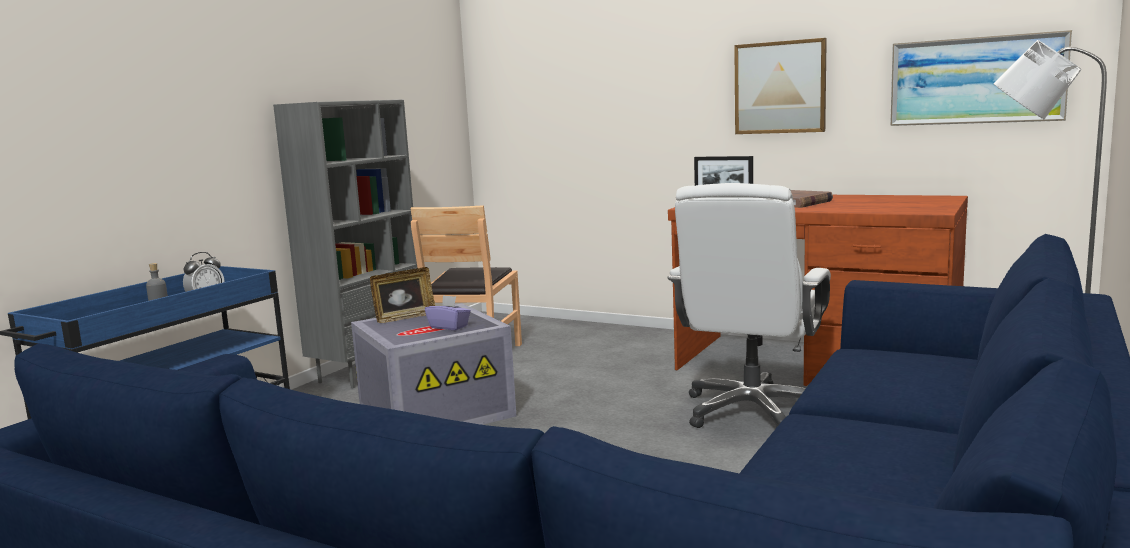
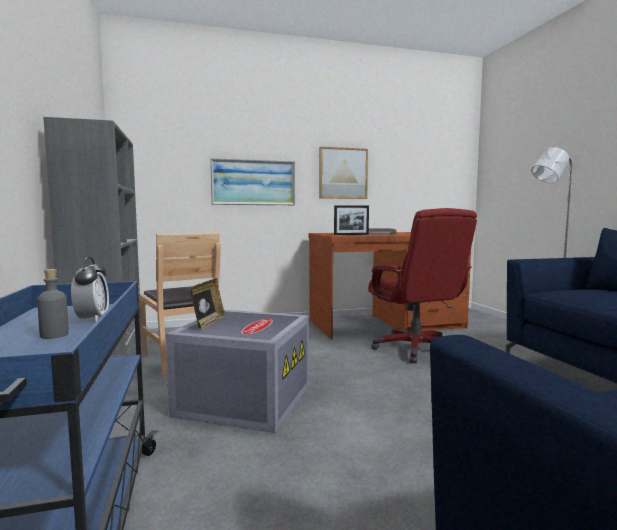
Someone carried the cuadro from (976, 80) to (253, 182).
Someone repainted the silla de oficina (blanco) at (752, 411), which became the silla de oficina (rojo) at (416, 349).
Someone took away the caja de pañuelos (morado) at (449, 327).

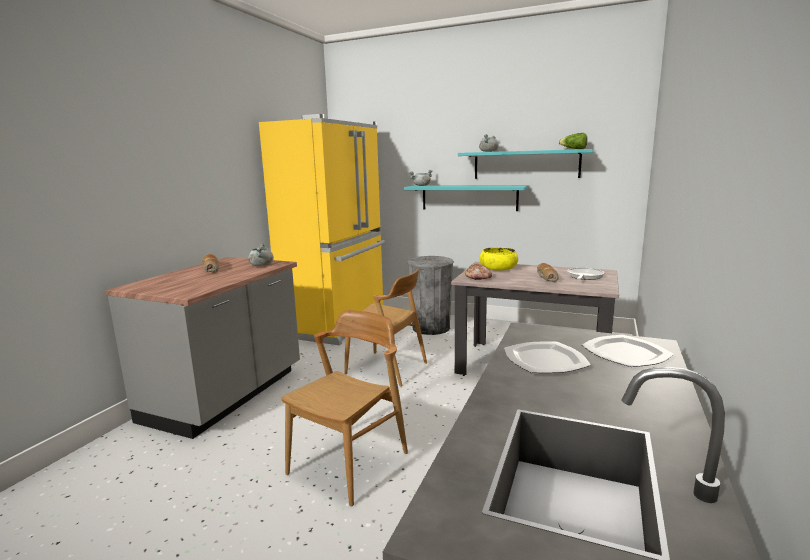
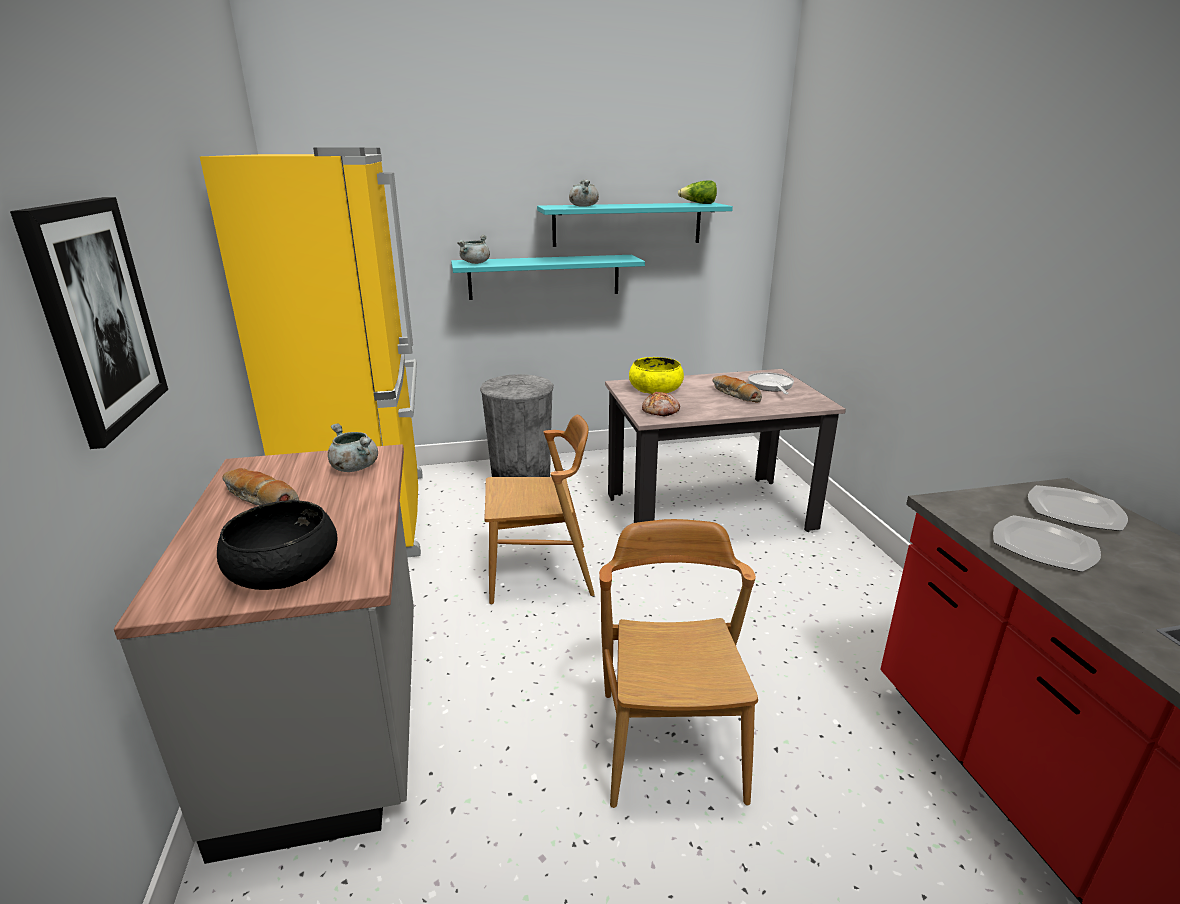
Someone put up the cuadro at (96, 316).
Someone put down the cuenco (negro) at (284, 568).

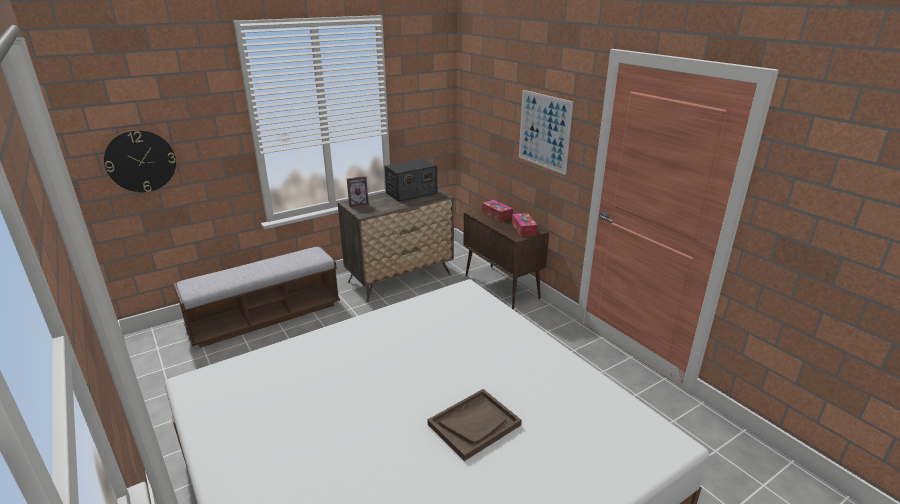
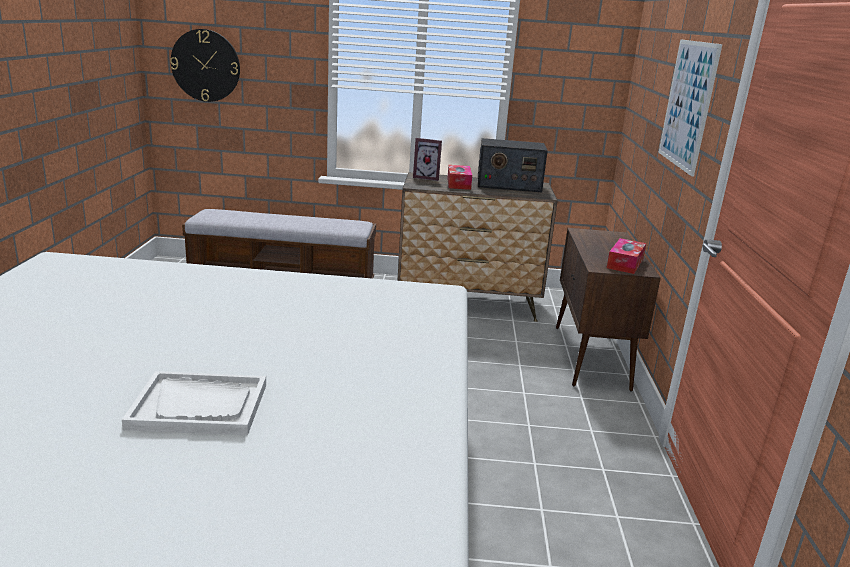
Someone carried the caja de pañuelos from (497, 215) to (458, 183).
Someone repainted the bandeja (marrón) at (474, 424), which became the bandeja (blanco) at (199, 406).

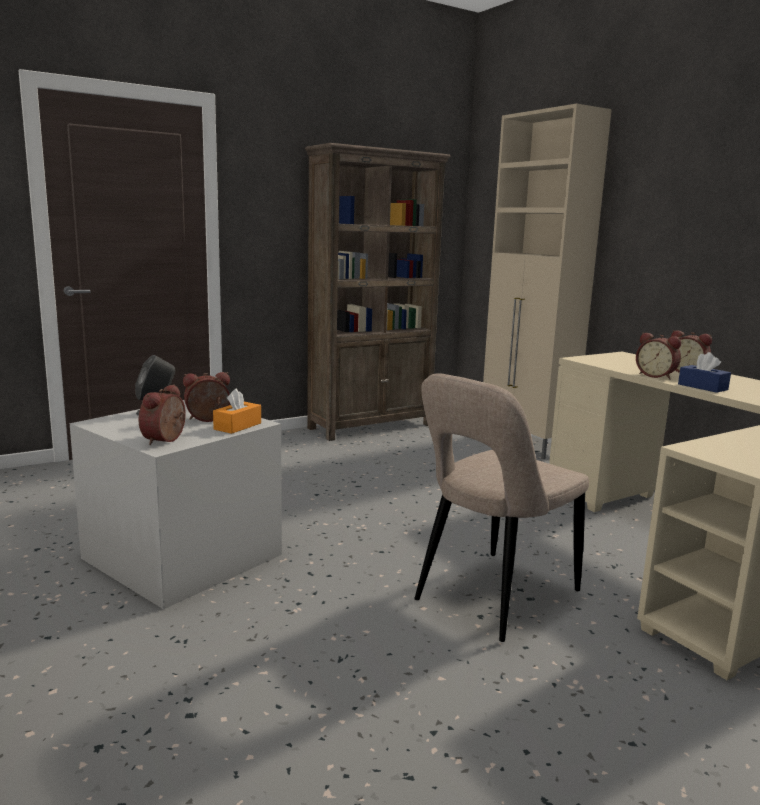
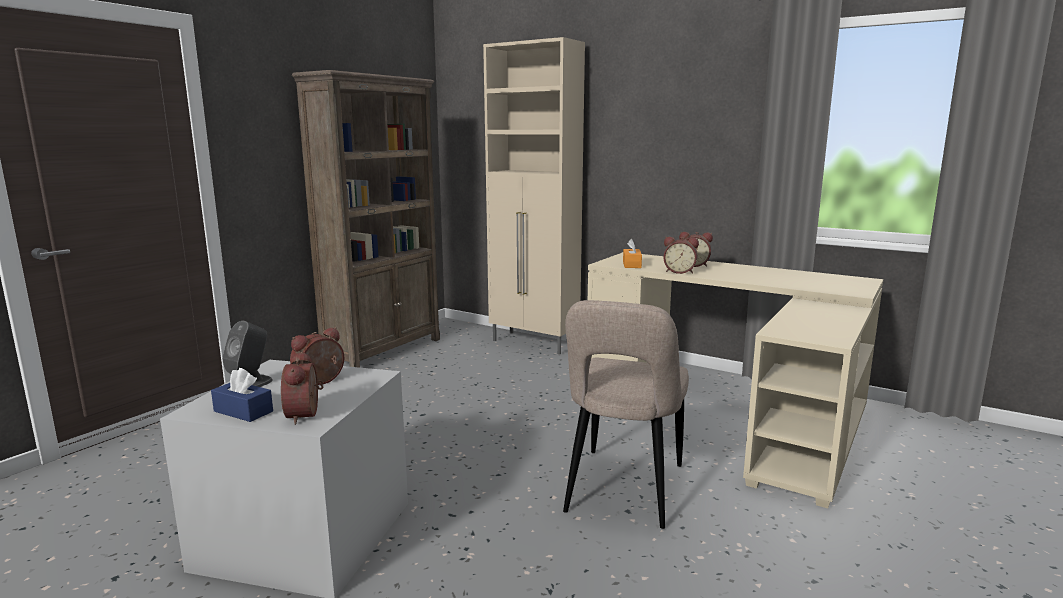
Someone carried the caja de pañuelos (azul) from (702, 387) to (243, 411).
Someone carried the caja de pañuelos (naranja) from (237, 426) to (632, 265).

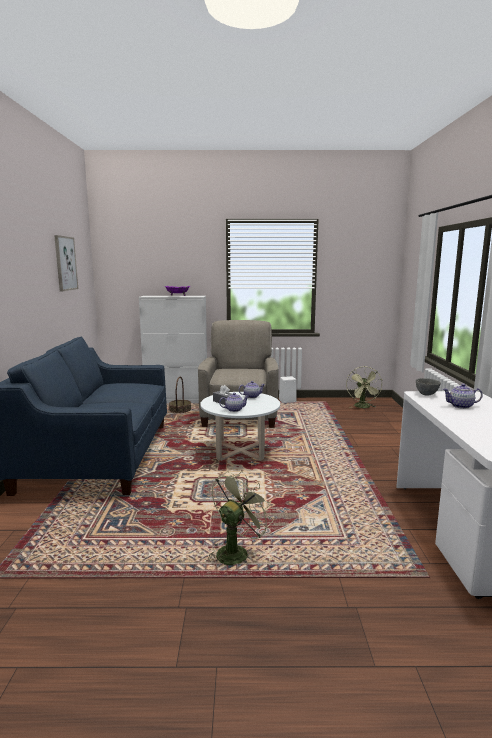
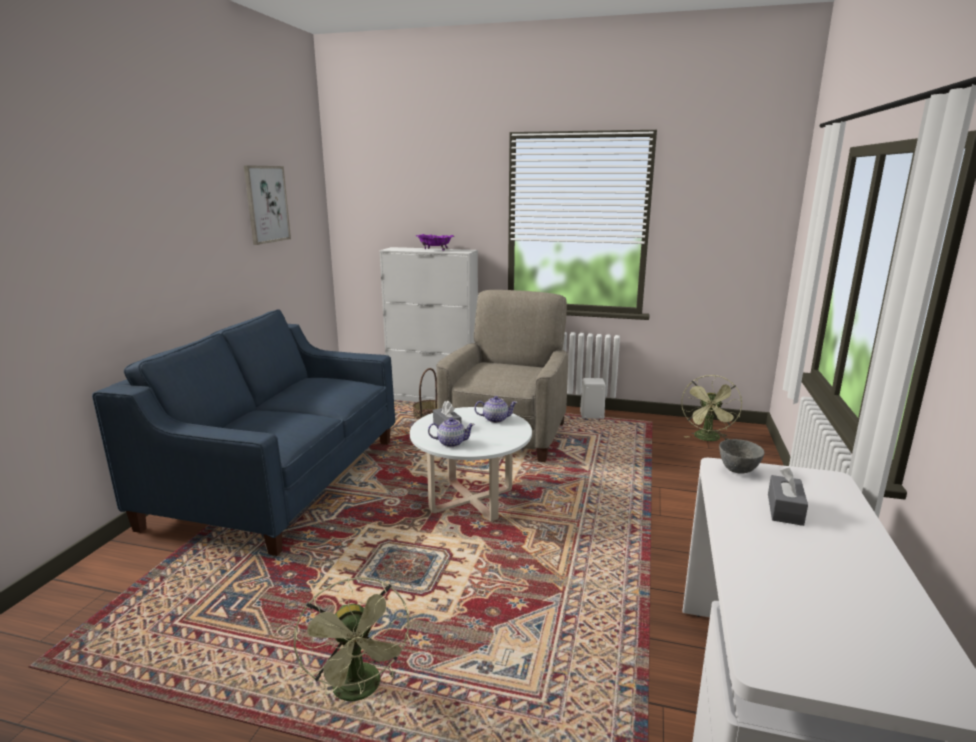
Someone swapped the tetera at (461, 406) for the caja de pañuelos (gris) at (785, 509).
Someone rotated the ventilador (verde) at (236, 551) by 105 degrees clockwise.

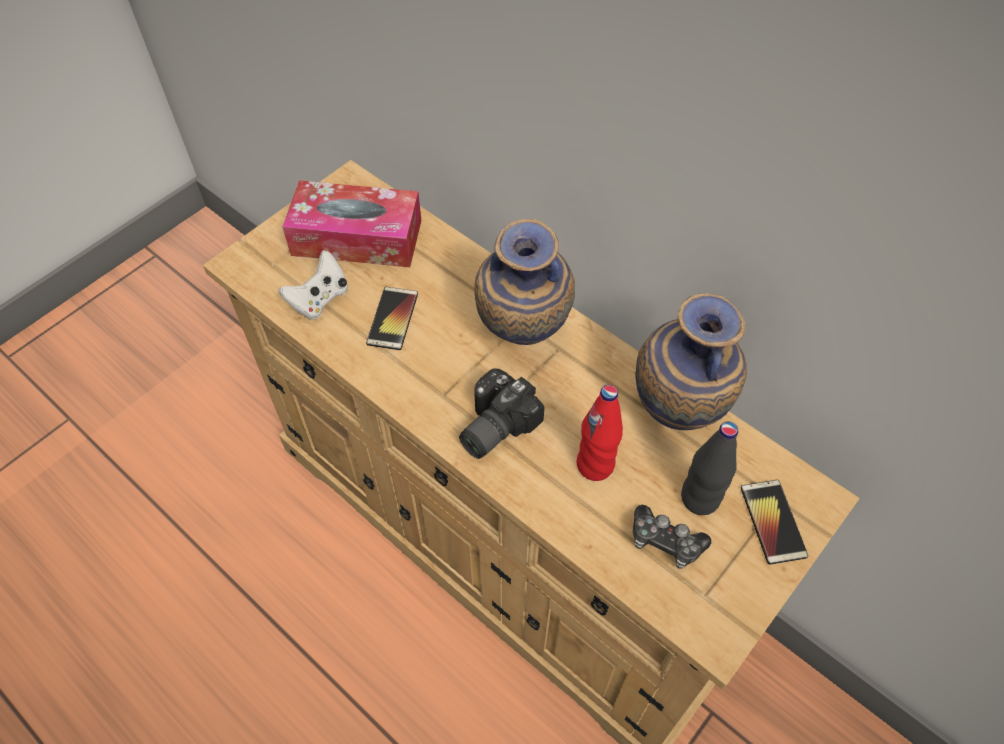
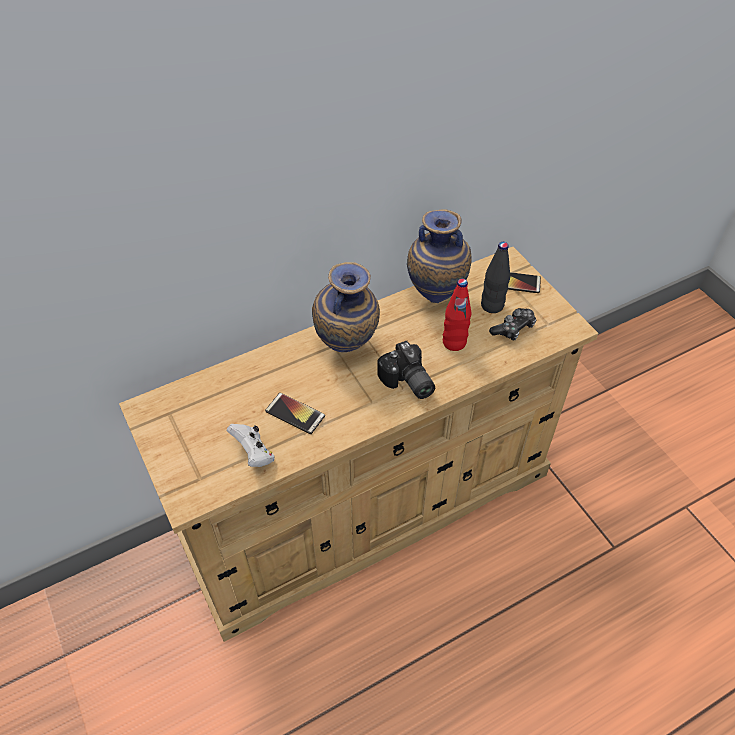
Someone took away the caja de pañuelos at (357, 238).

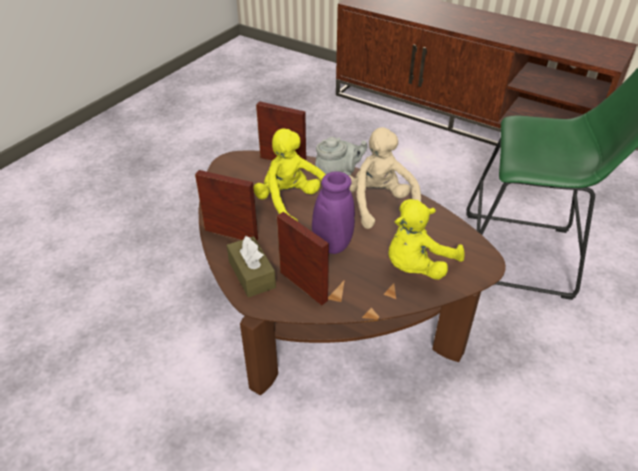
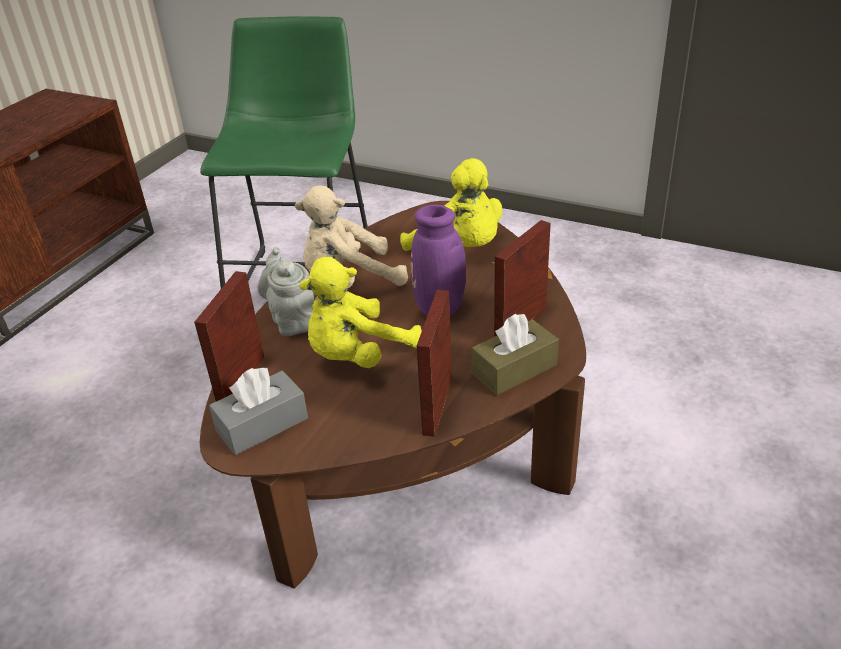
Someone put down the caja de pañuelos (gris) at (262, 425).

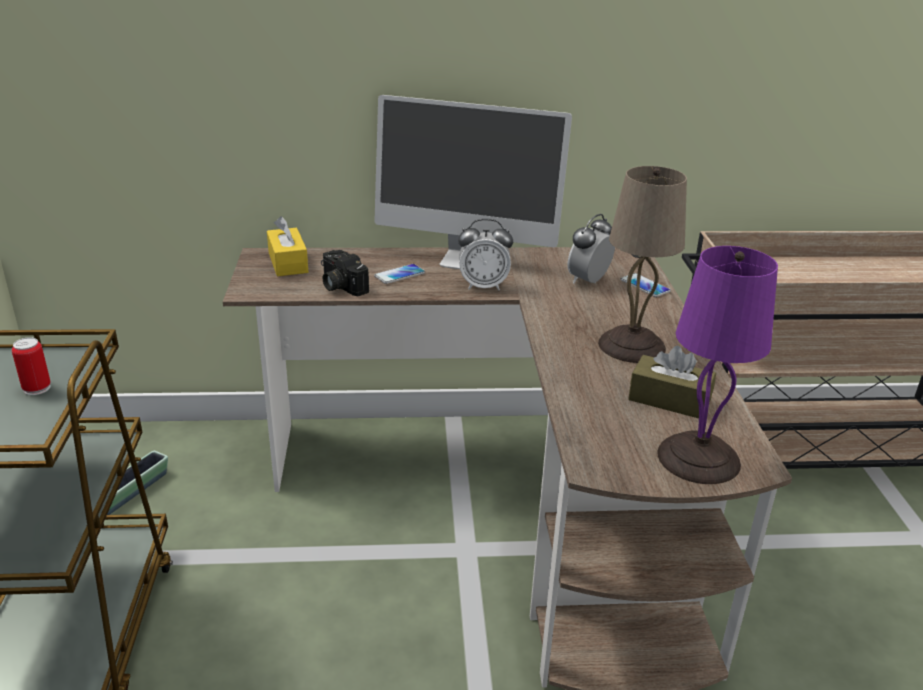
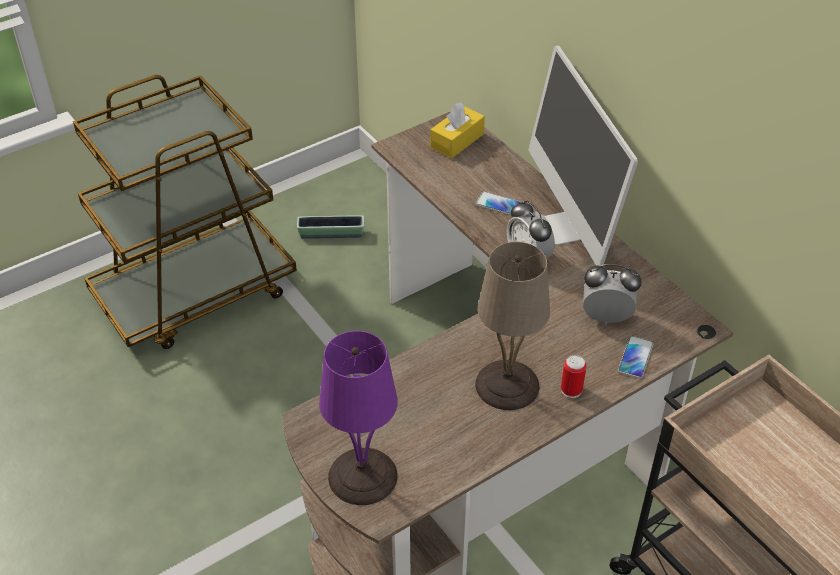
Someone took away the cámara at (340, 286).
Someone carried the lata from (37, 388) to (571, 390).
Someone took away the caja de pañuelos (marrón) at (669, 400).

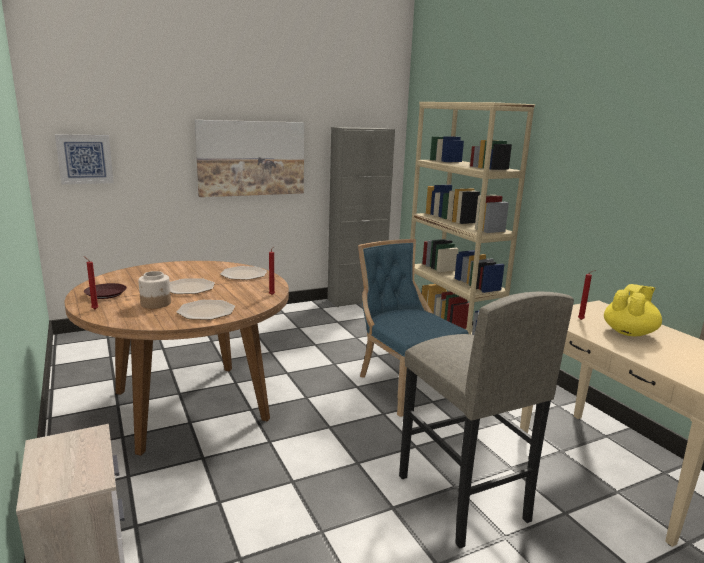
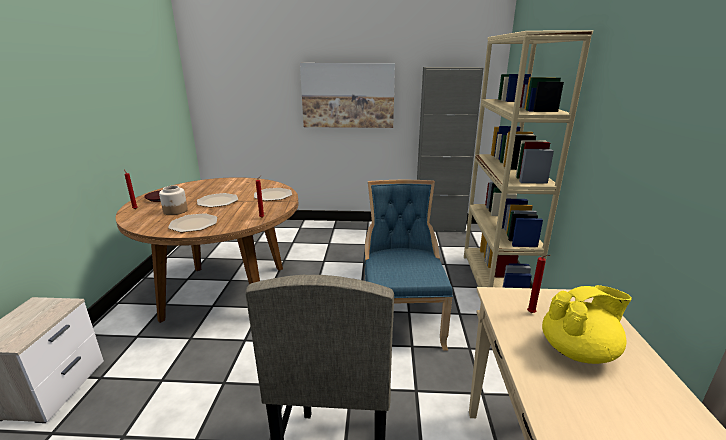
Someone took away the cuadro at (85, 159).

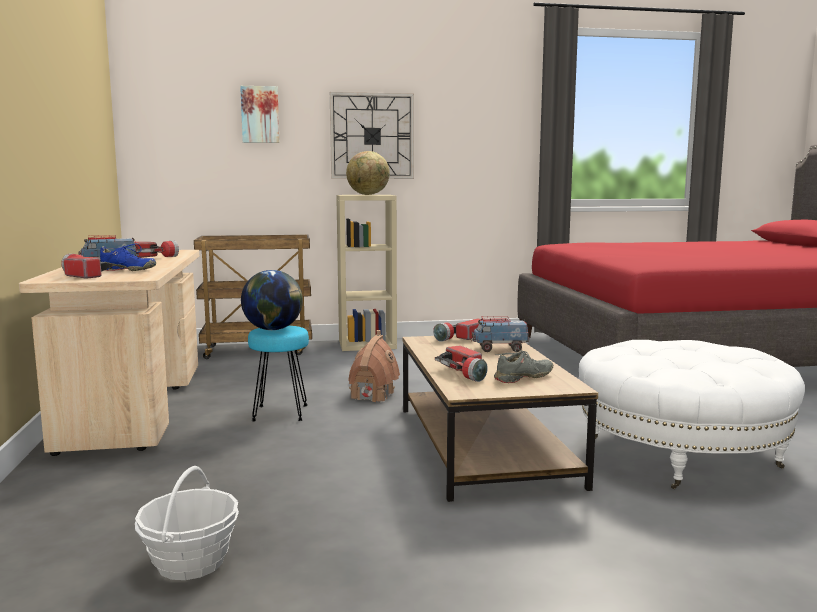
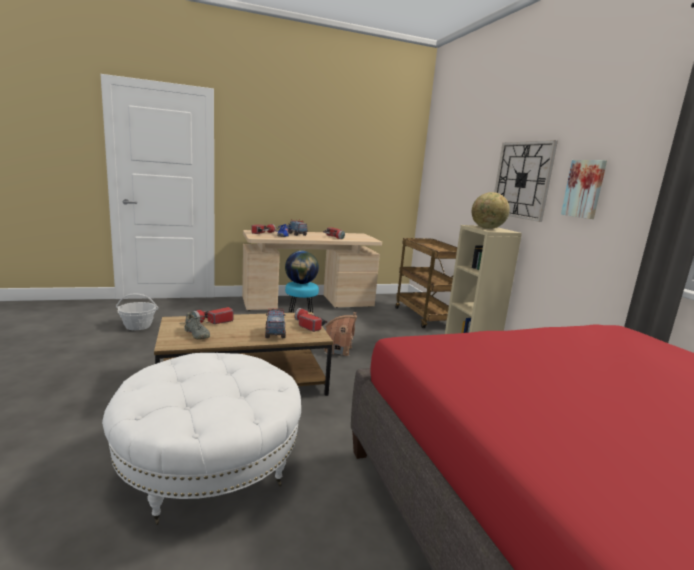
Someone carried the cuadro from (260, 114) to (584, 189).

